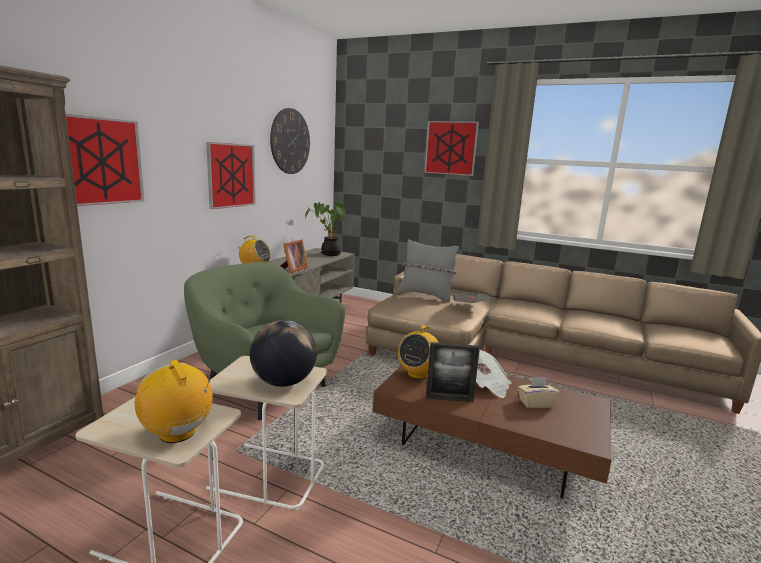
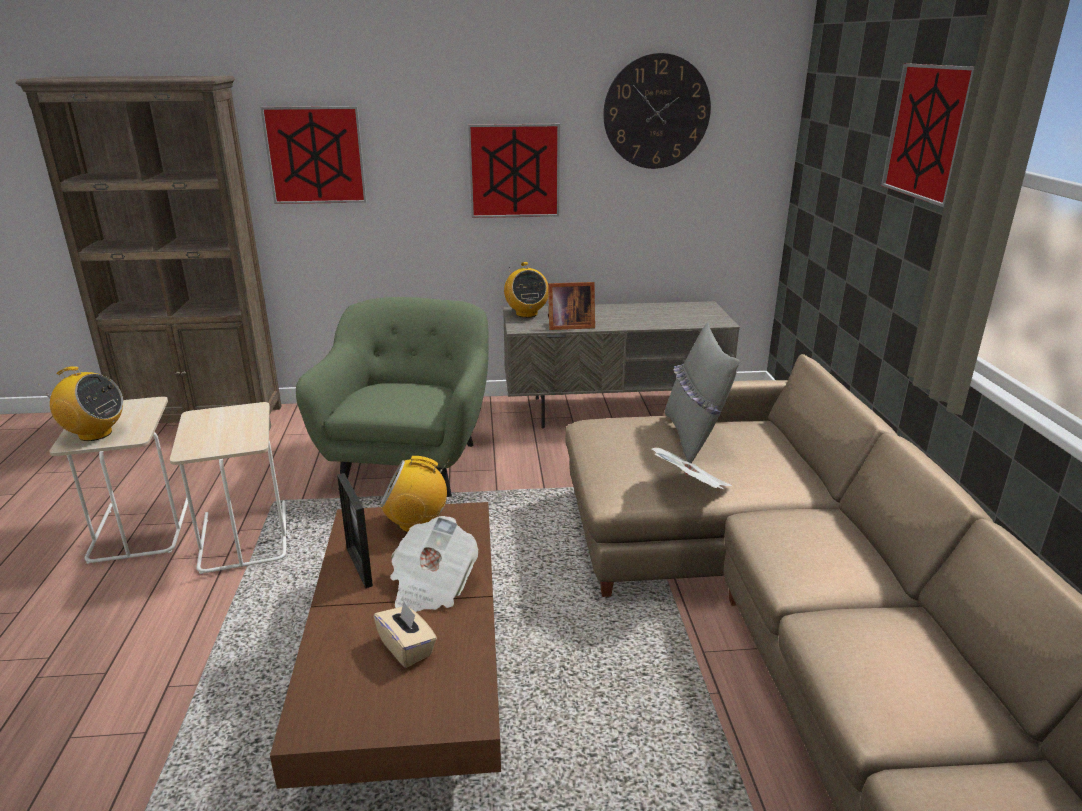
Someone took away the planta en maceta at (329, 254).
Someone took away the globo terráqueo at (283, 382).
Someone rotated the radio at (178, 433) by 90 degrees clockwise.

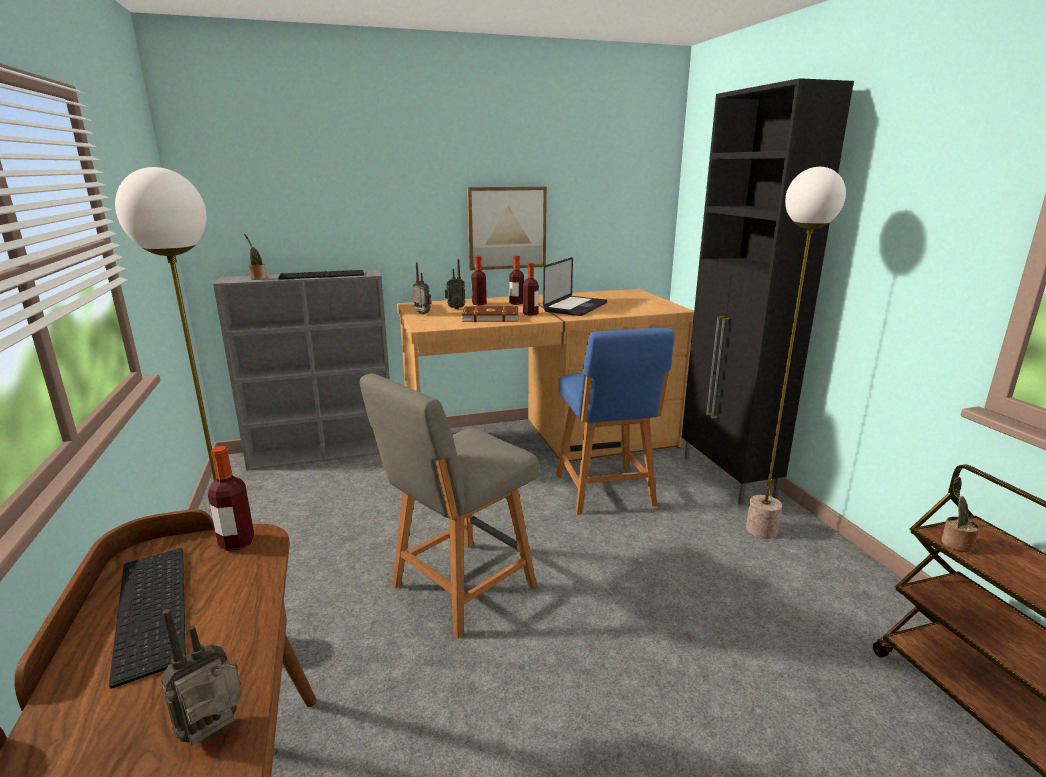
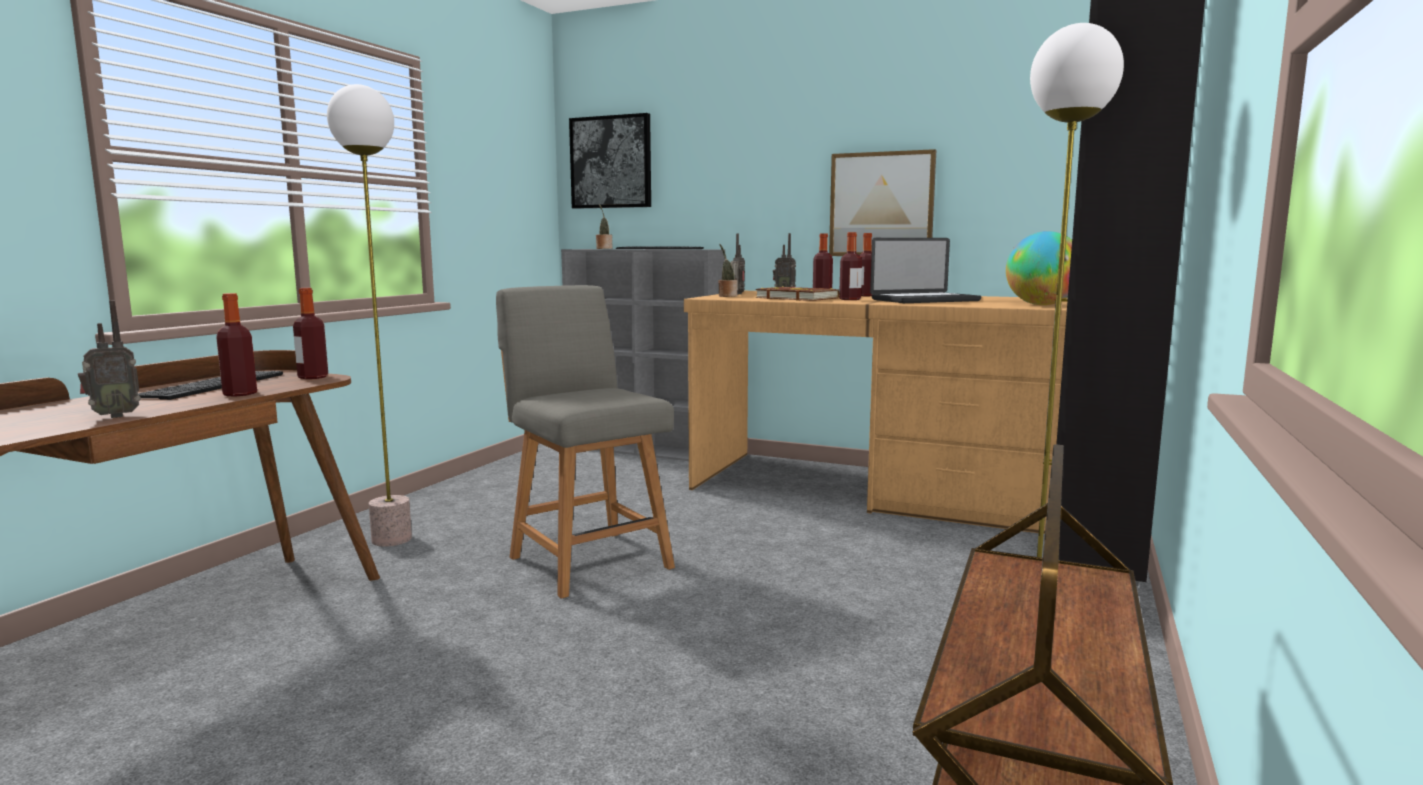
Someone took away the silla (azul) at (605, 492).
Someone rotated the silla (gris) at (459, 588) by 60 degrees clockwise.
Someone carried the planta en maceta from (954, 544) to (727, 296).
Someone rotated the radio at (216, 734) by 150 degrees clockwise.
Someone put up the cuadro at (611, 162).
Someone put down the globo terráqueo at (1042, 305).
Someone put down the botella at (240, 394).

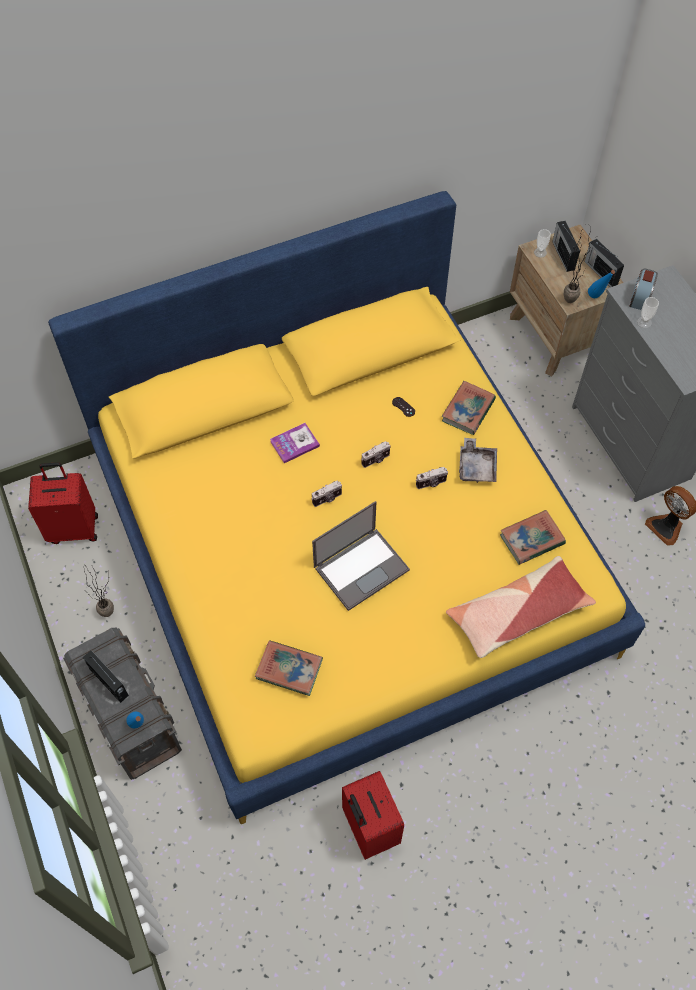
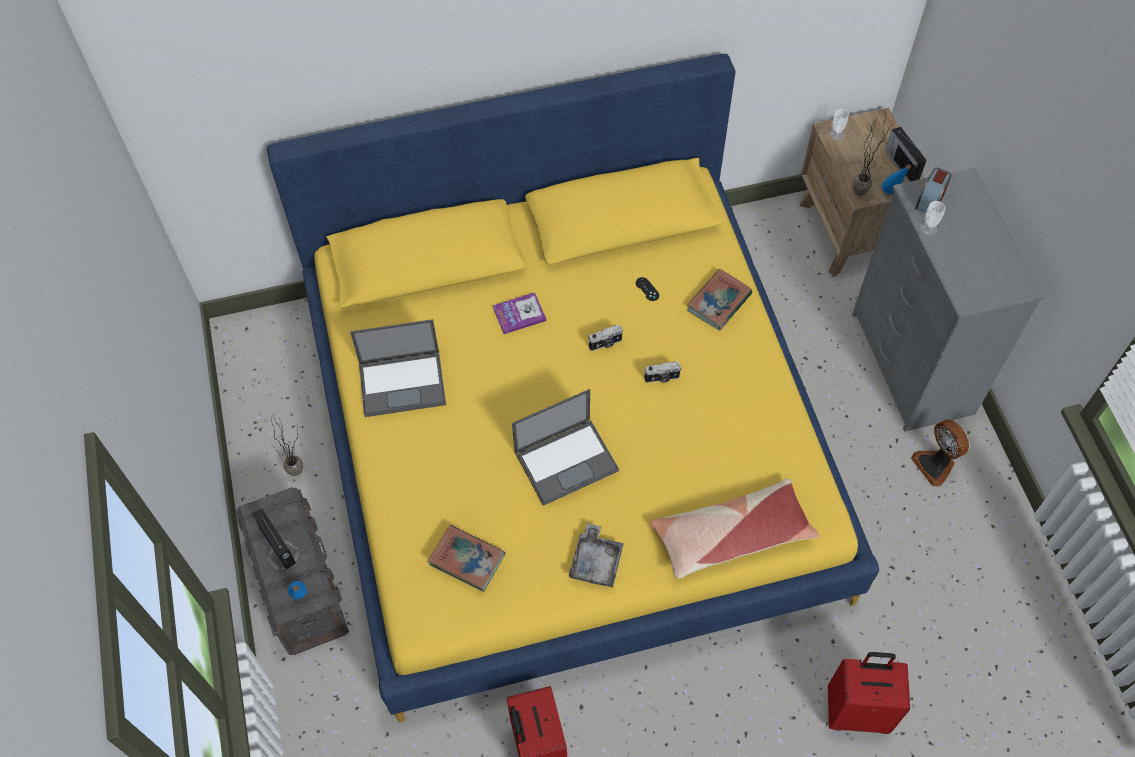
Someone took away the radio at (563, 255).
Someone carried the bandeja (gris) from (476, 466) to (596, 561).
Someone carried the maleta (rojo) from (74, 528) to (857, 710).
Someone took away the cámara at (327, 499).
Someone took away the libro at (532, 539).
Someone put down the portátil at (403, 383).

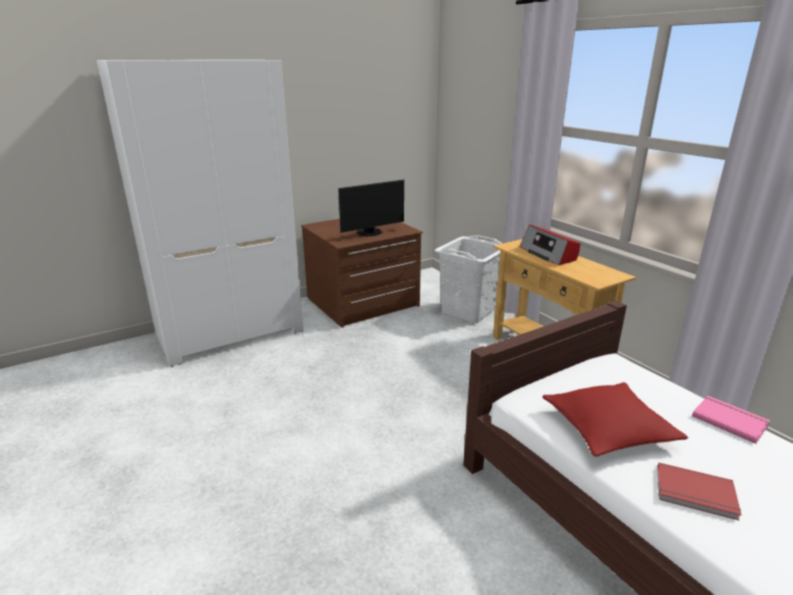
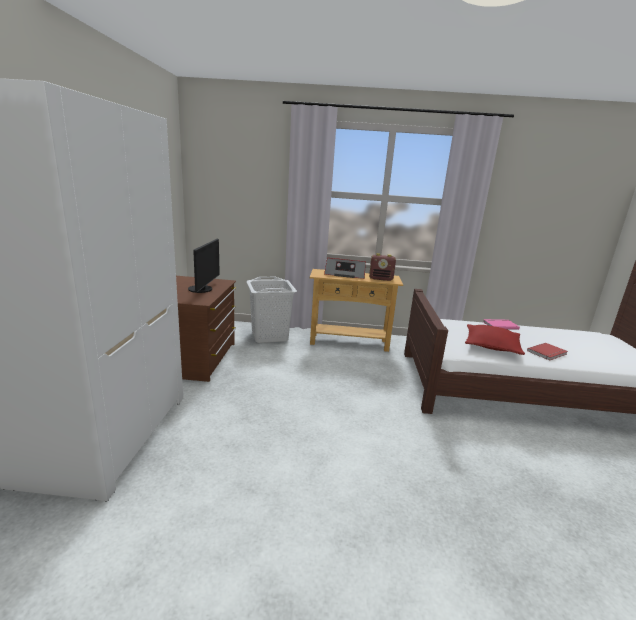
Someone put down the radio at (381, 279).

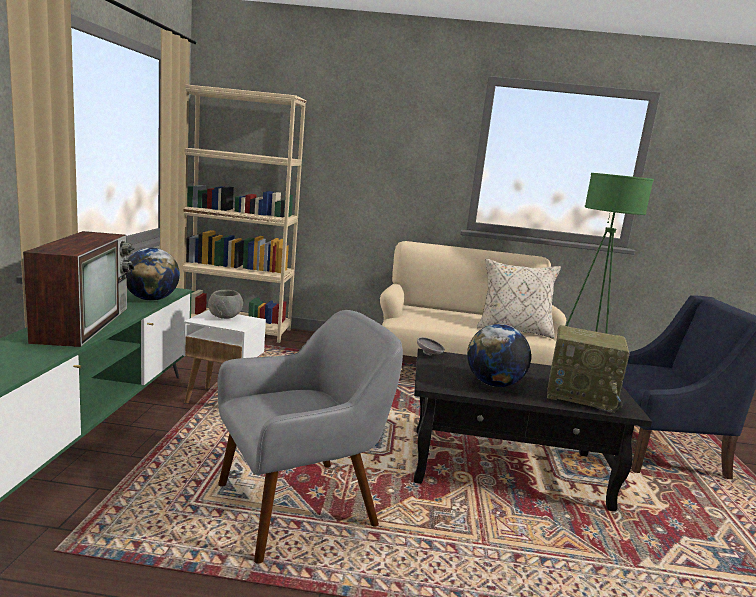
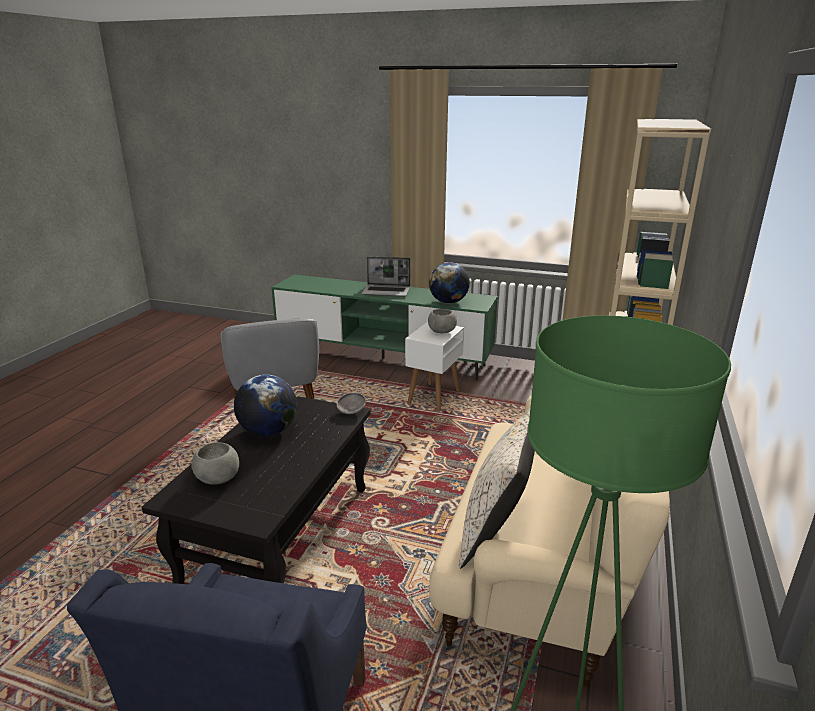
Someone swapped the televisor at (83, 323) for the portátil at (387, 291).
Someone swapped the radio at (581, 396) for the cuenco (gris) at (218, 479).

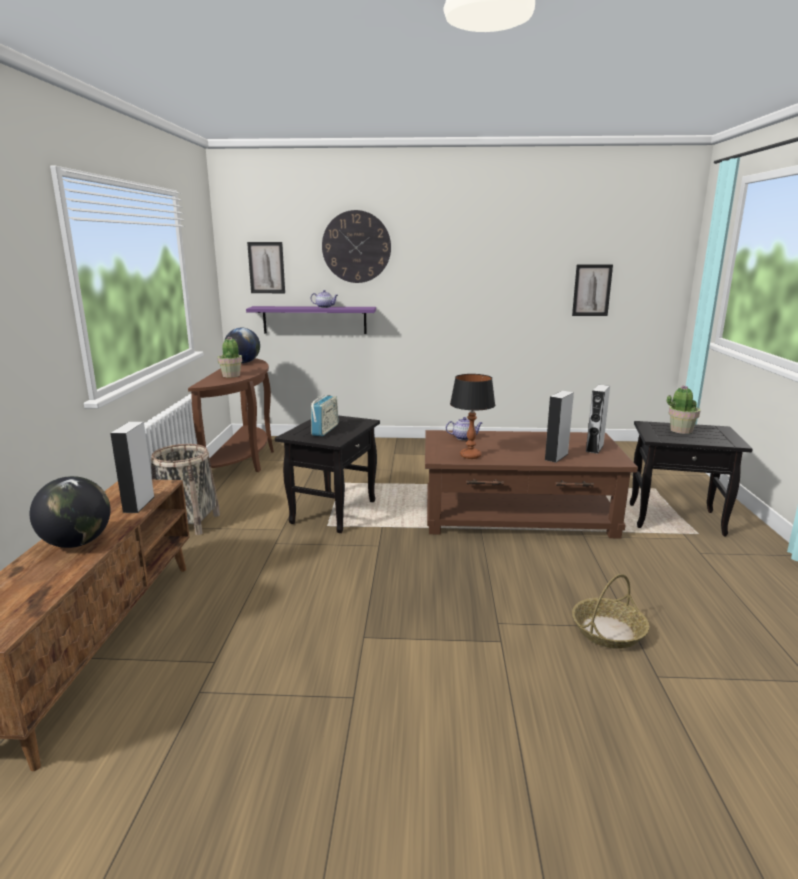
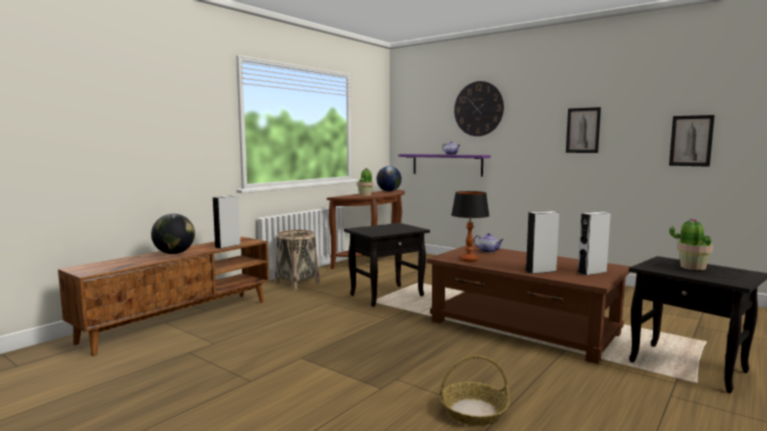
Someone carried the cuadro from (266, 267) to (583, 130).
Someone took away the radio at (325, 430).

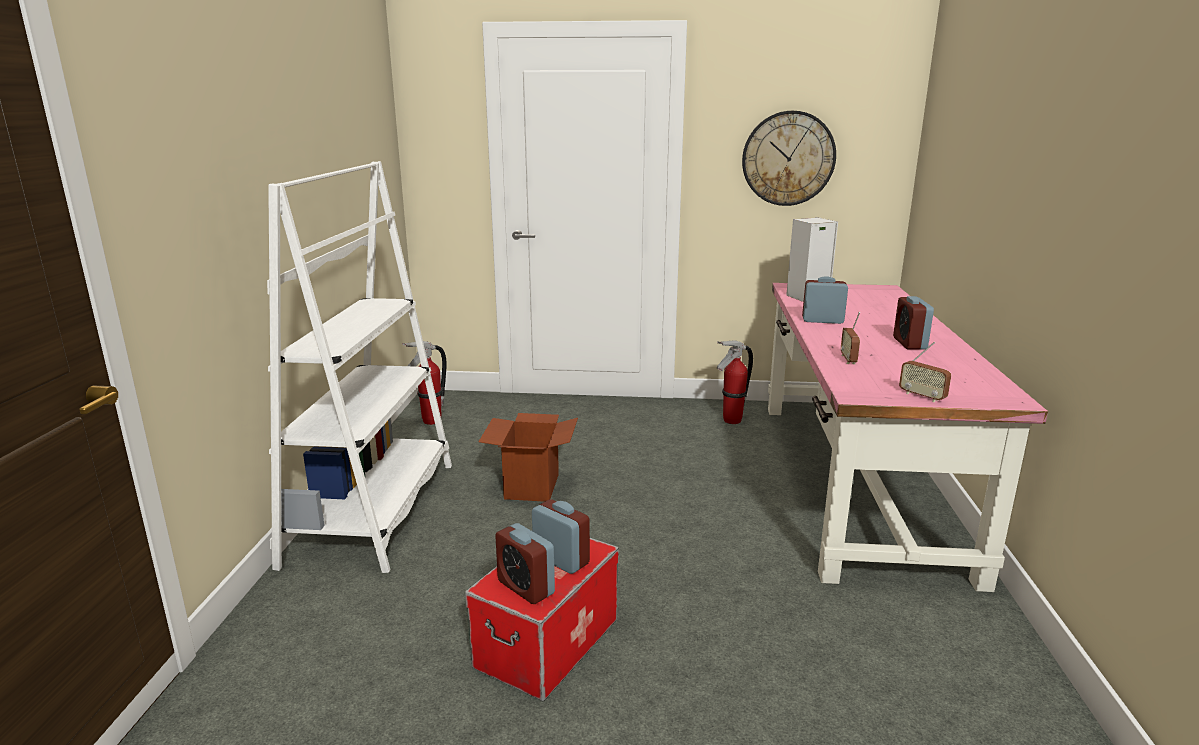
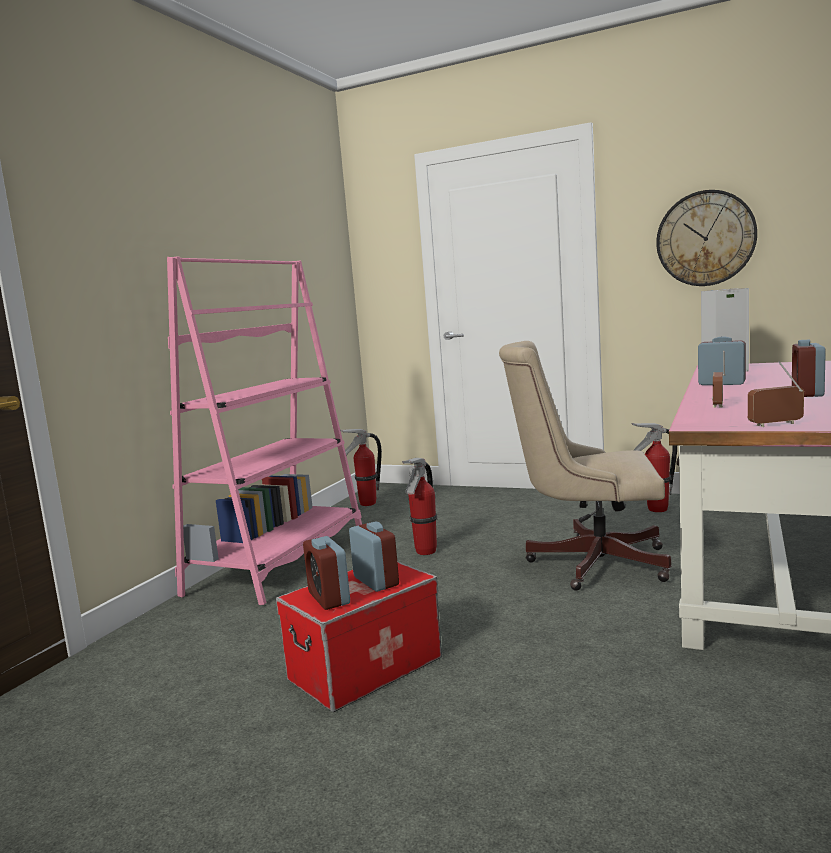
Someone repainted the estantería (blanco) at (373, 512), which became the estantería (rosa) at (280, 563).
Someone rotated the radio at (922, 396) by 105 degrees clockwise.
Someone swapped the caja de cartón at (531, 486) for the extintor at (425, 552).
Someone put down the silla de oficina (beis) at (589, 562).

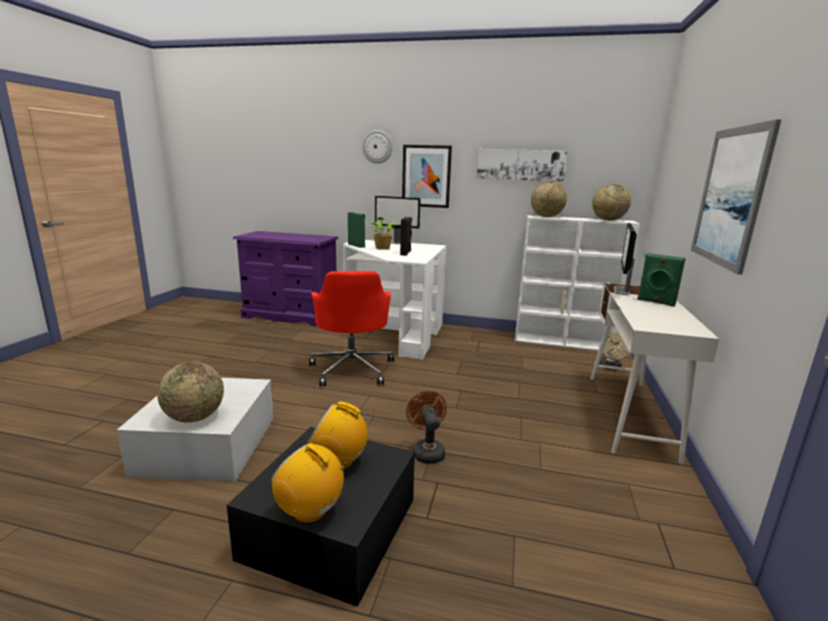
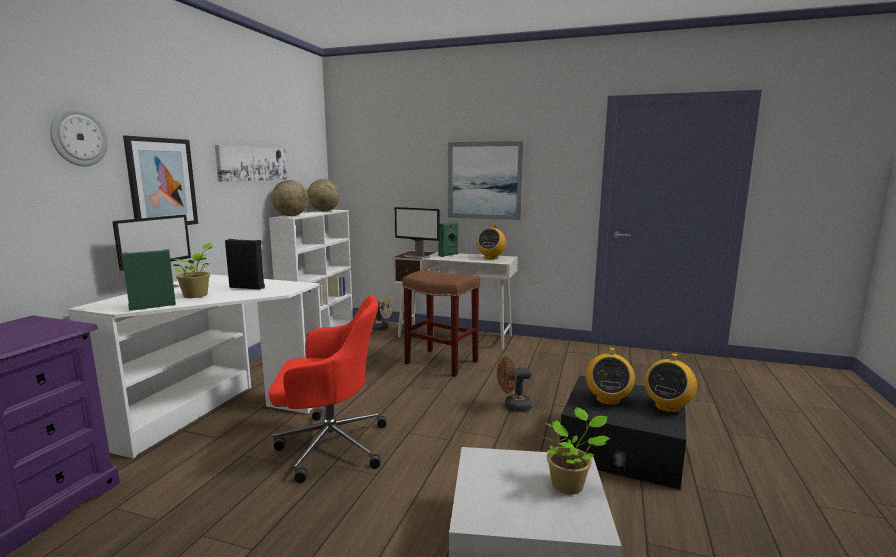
Someone swapped the globo terráqueo at (194, 417) for the planta en maceta at (569, 485).
Someone put down the radio at (491, 257).
Someone put down the taburete (marrón) at (440, 362).

